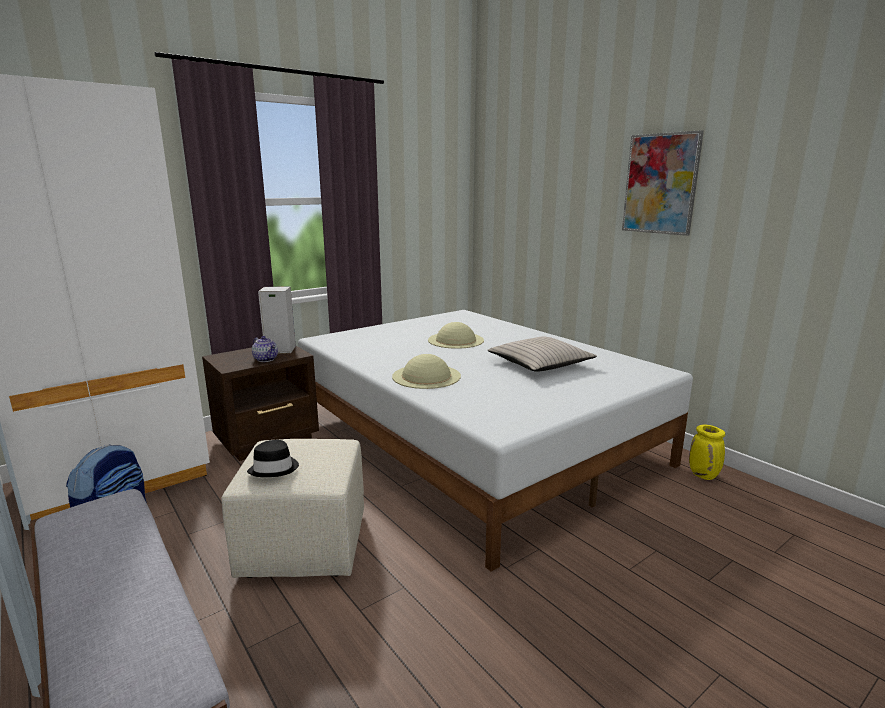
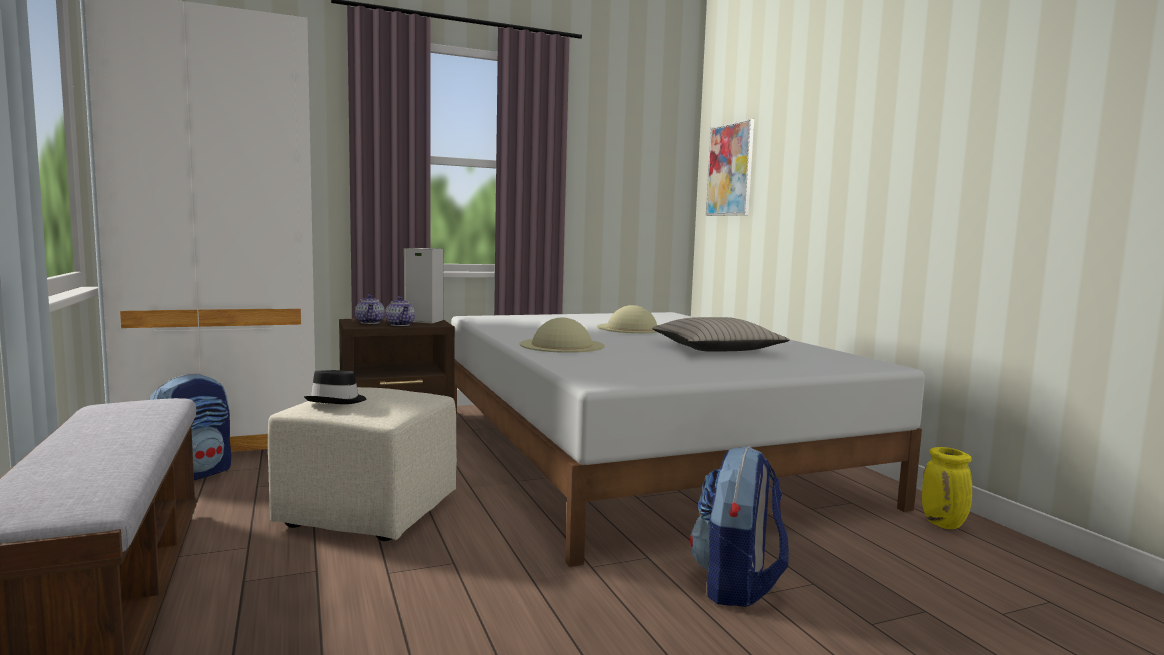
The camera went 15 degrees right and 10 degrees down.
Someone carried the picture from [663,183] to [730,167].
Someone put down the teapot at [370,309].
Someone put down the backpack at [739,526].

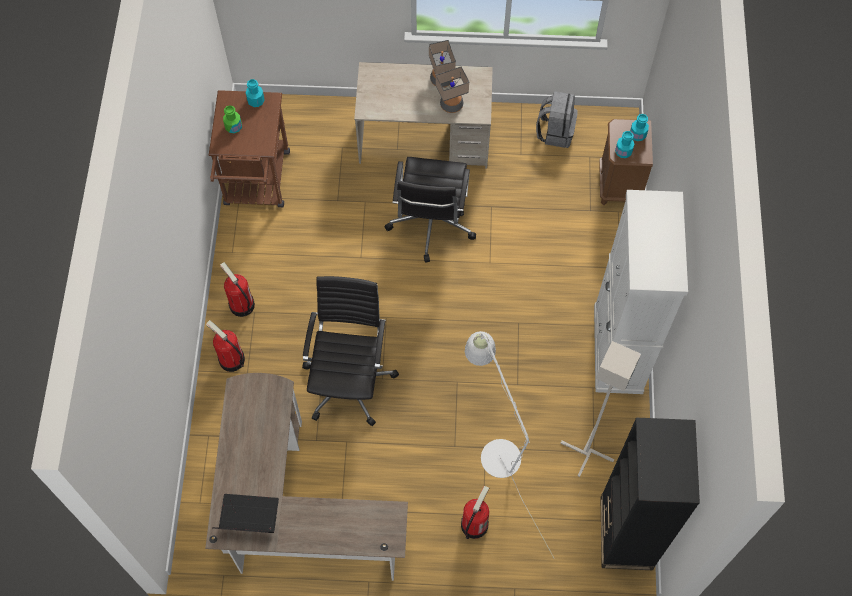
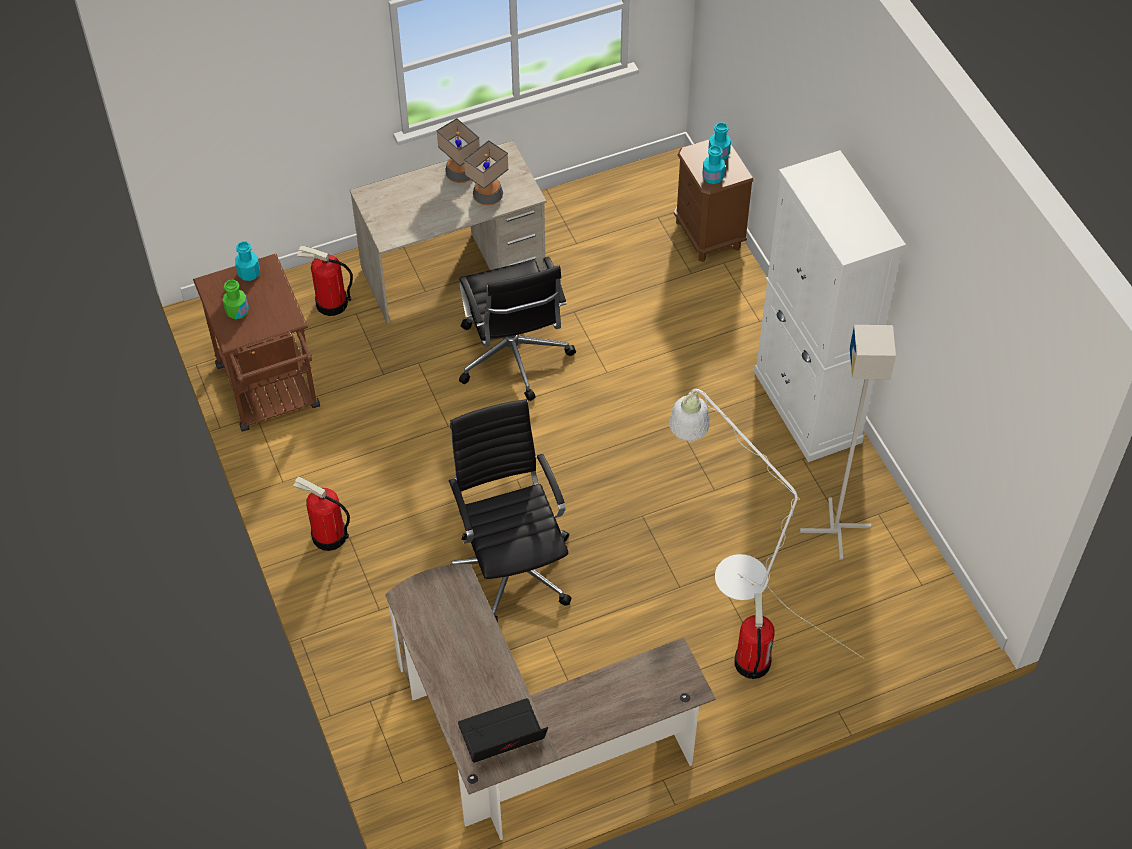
The camera went 25 degrees left and 10 degrees down.
Someone took away the grey backpack at [557,119].
Someone carried the fire extinguisher from [225,346] to [325,281].
Someone took away the black bookcase at [650,494].

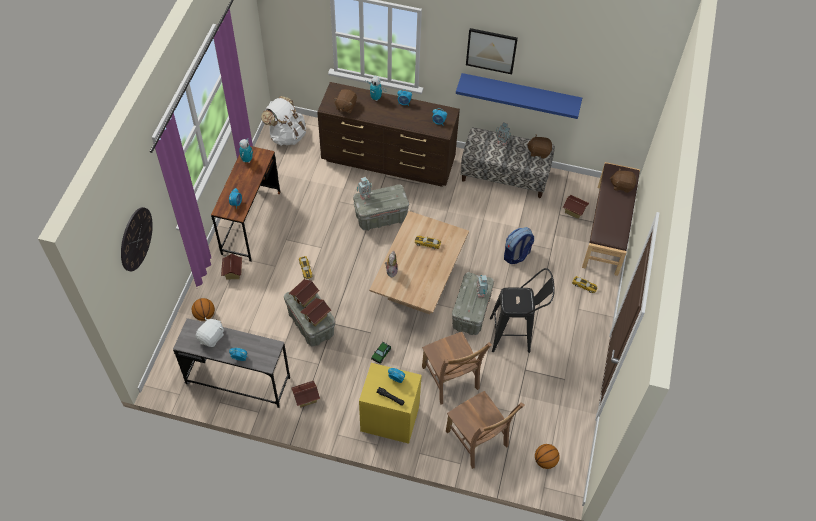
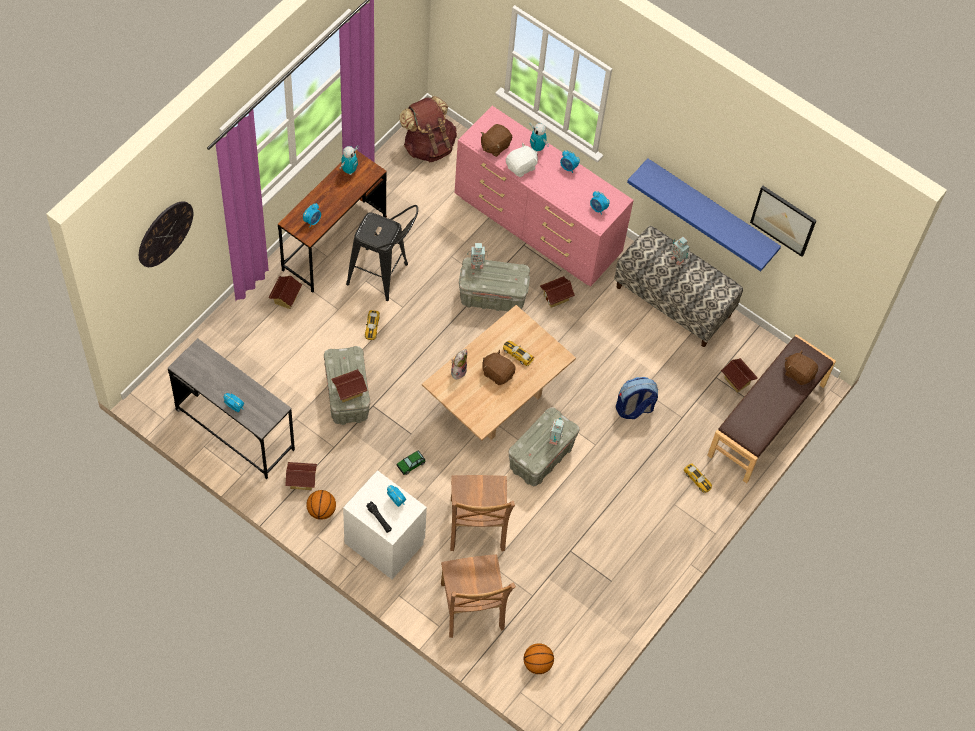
The camera went 20 degrees right and 5 degrees up.
Someone carried the picture from [492,51] to [783,221].
Someone repainted the brown dresser at [388,134], which became the pink dresser at [544,196].
Someone repainted the white backpack at [283,121], which became the brown backpack at [428,129].
Someone carried the brown plush toy from [539,147] to [499,367].
Someone carried the black stool from [522,310] to [382,253].
Someone carried the toy house from [304,293] to [557,292].
Someone carried the basketball from [203,309] to [321,505].
Someone carried the white plush toy from [210,332] to [522,160].
Someone repainted the yellow nightstand at [390,403], which became the white nightstand at [385,524].

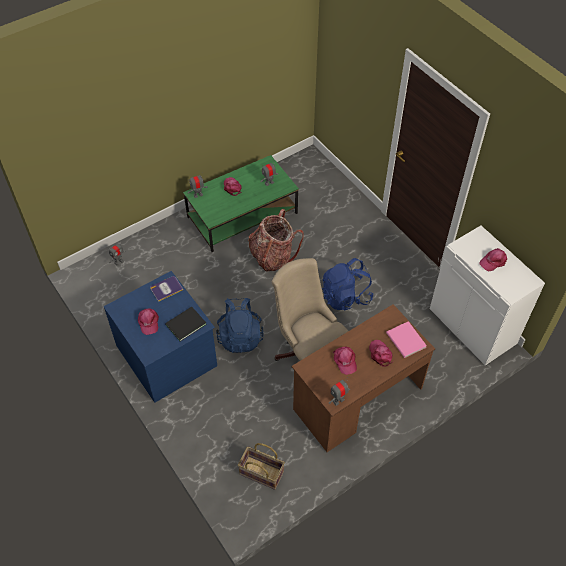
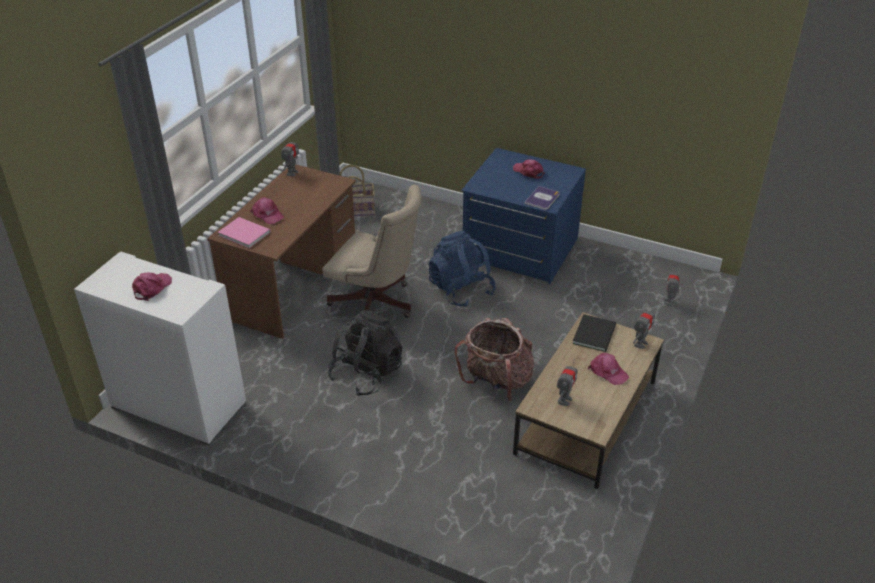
The camera went 150 degrees right and 15 degrees down.
Someone repainted the green coffee table at [241,203], which became the brown coffee table at [588,400].
Someone repainted the blue backpack at [347,284], which became the black backpack at [365,353].
Someone carried the black book from [186,324] to [594,333].
Someone took away the pink cap at [345,360].

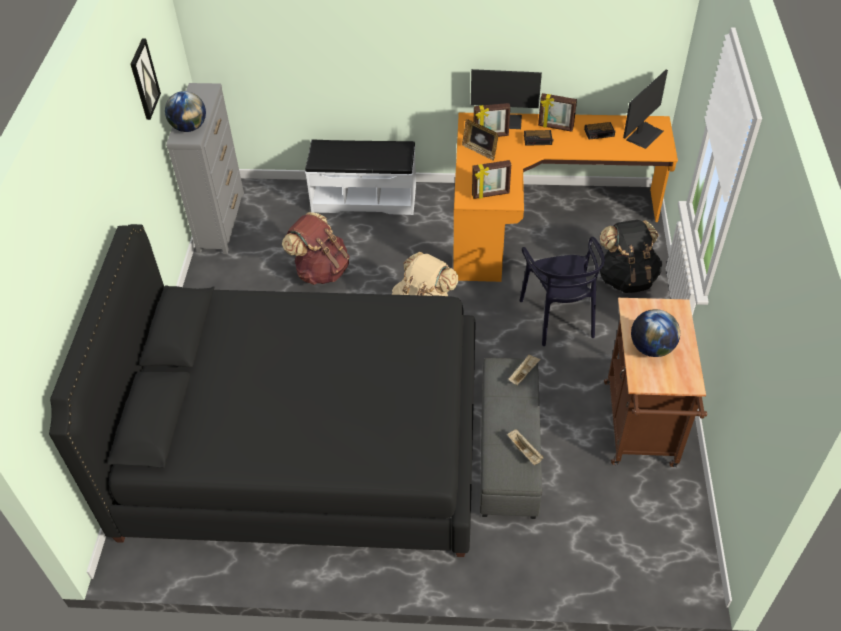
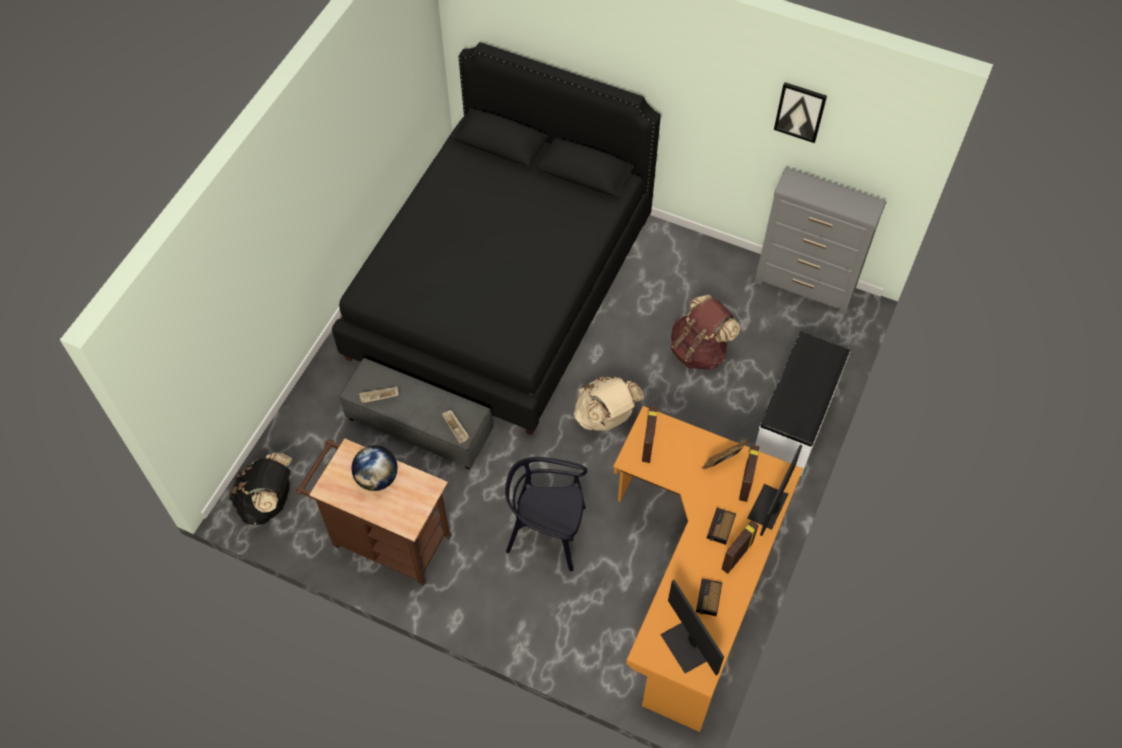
The camera went 110 degrees right and 10 degrees up.
Someone took away the globe at [185,111].
Someone carried the black backpack from [631,256] to [260,488].

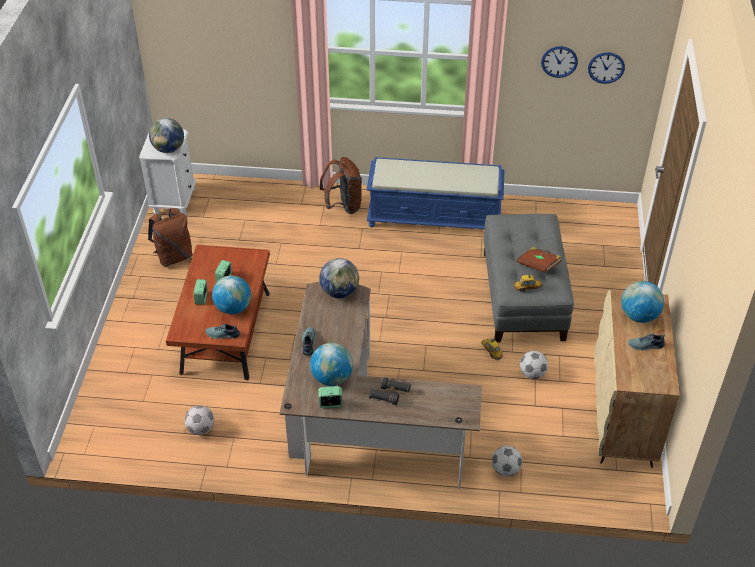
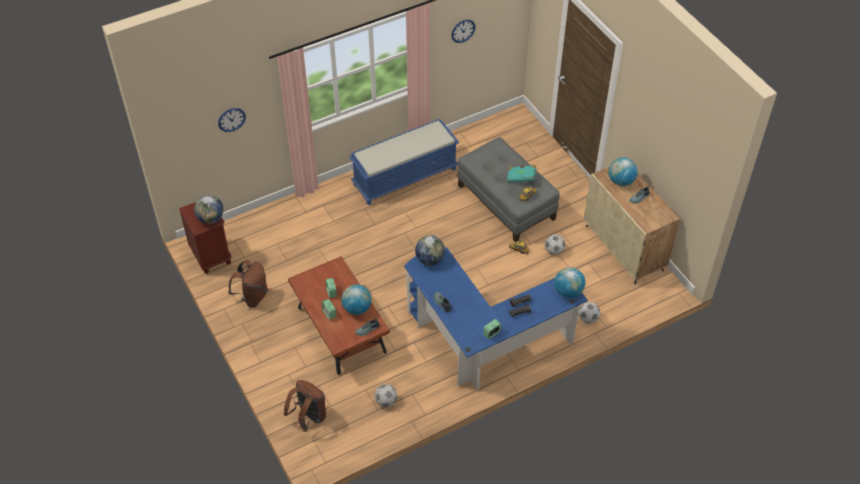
The camera went 35 degrees left and 5 degrees up.
Someone carried the wall clock from [606,68] to [232,120].
Someone repainted the white nightstand at [167,172], which became the brown nightstand at [205,238].
Someone carried the brown backpack from [340,185] to [305,406].
Someone repainted the brown book at [539,260], which became the turquoise book at [522,174].
Someone repainted the brown desk at [381,385], which became the blue desk at [496,319].
Someone carried the globe from [331,364] to [569,282].

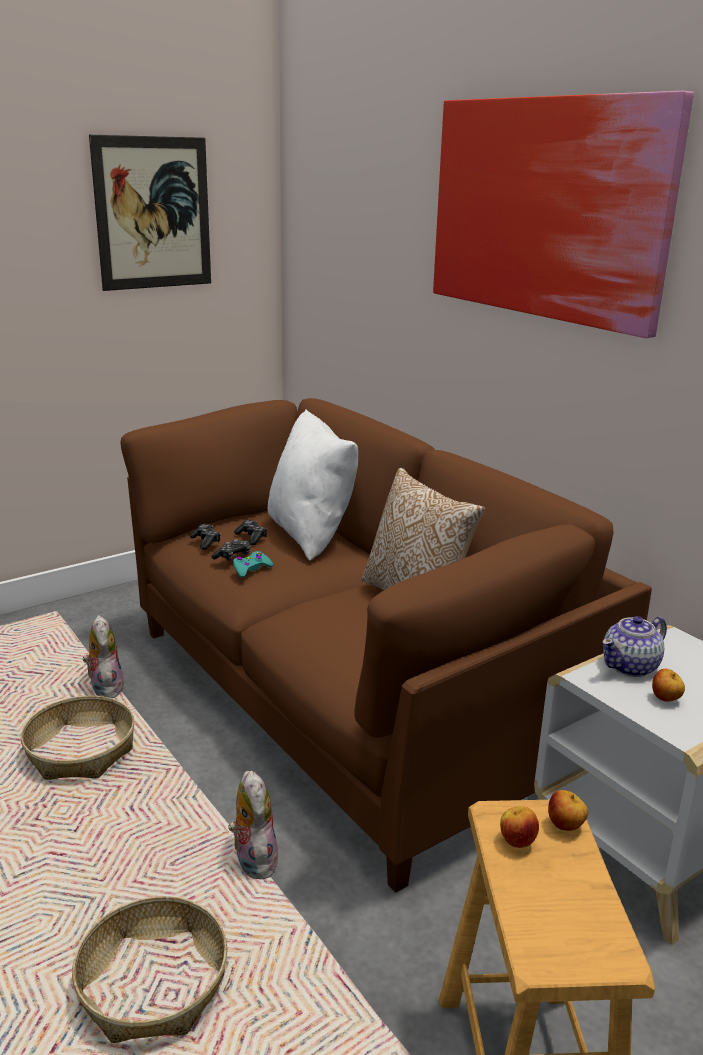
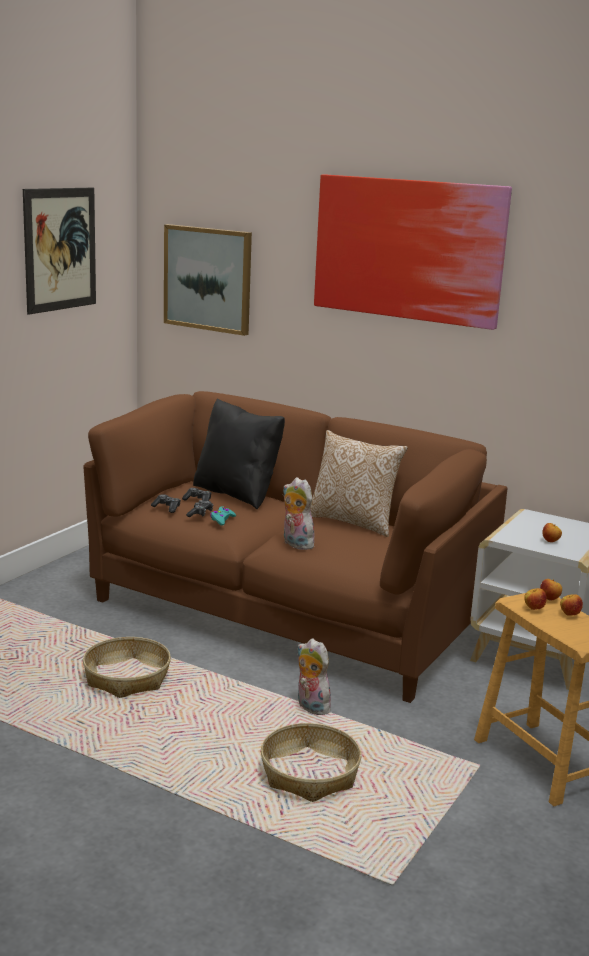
The camera went 25 degrees left and 5 degrees down.
Someone repainted the white pillow at [313,485], which became the black pillow at [239,454].
Someone carried the plush toy from [103,656] to [298,513].
Someone took away the teapot at [634,646].
Someone put up the picture at [208,280].
Someone put down the apple at [571,605].

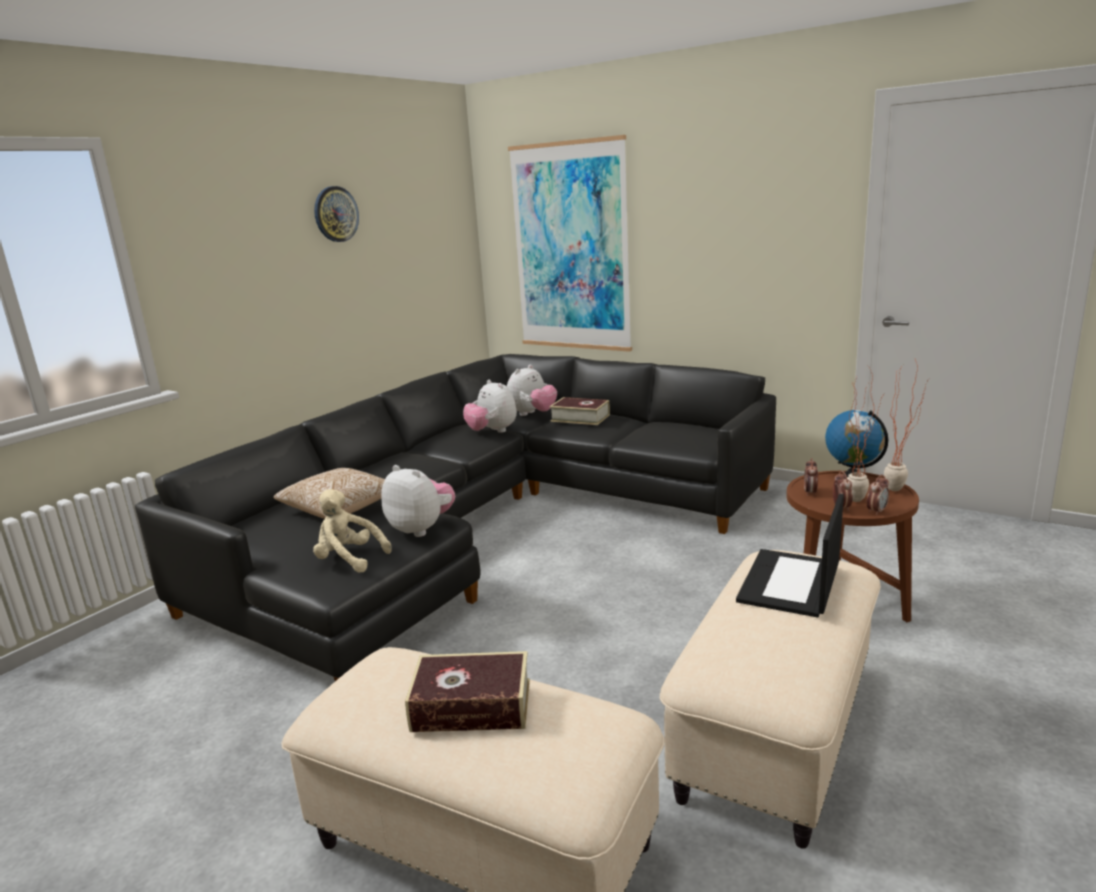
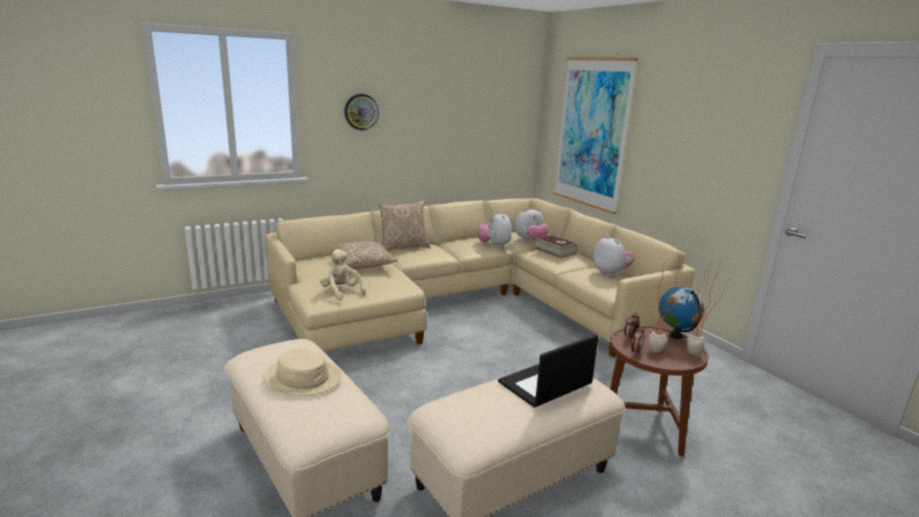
The camera went 25 degrees right and 0 degrees up.
Someone carried the wall clock from [336,214] to [361,112].
Someone repainted the black sofa at [455,517], which became the beige sofa at [480,277].
Someone carried the plush toy from [418,501] to [614,256].
Someone took away the alarm clock at [878,494].
Someone swapped the book at [467,691] for the beige hat at [302,372].
Someone put down the pillow at [404,225].

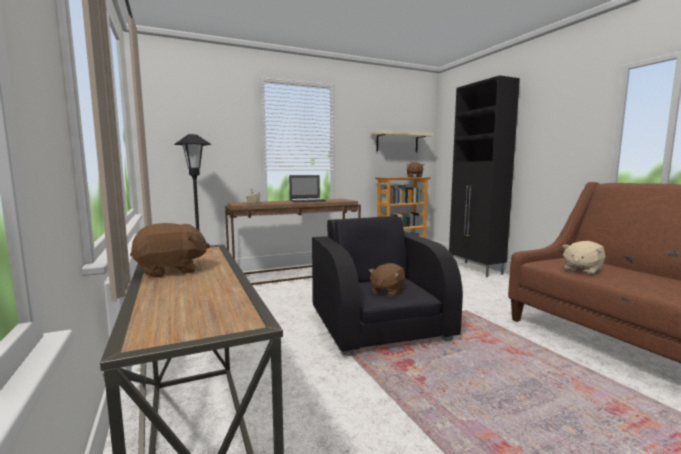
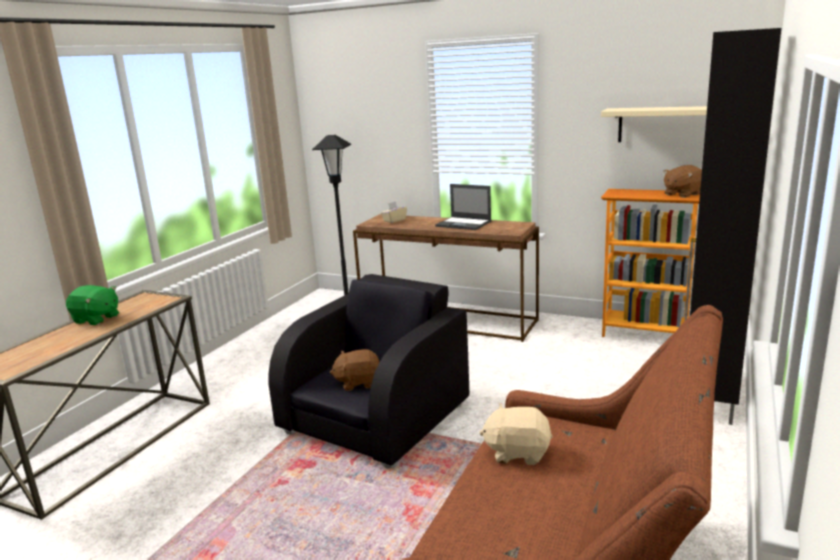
The camera went 50 degrees right and 10 degrees up.
Someone repainted the brown plush toy at [170,250], which became the green plush toy at [92,305].

